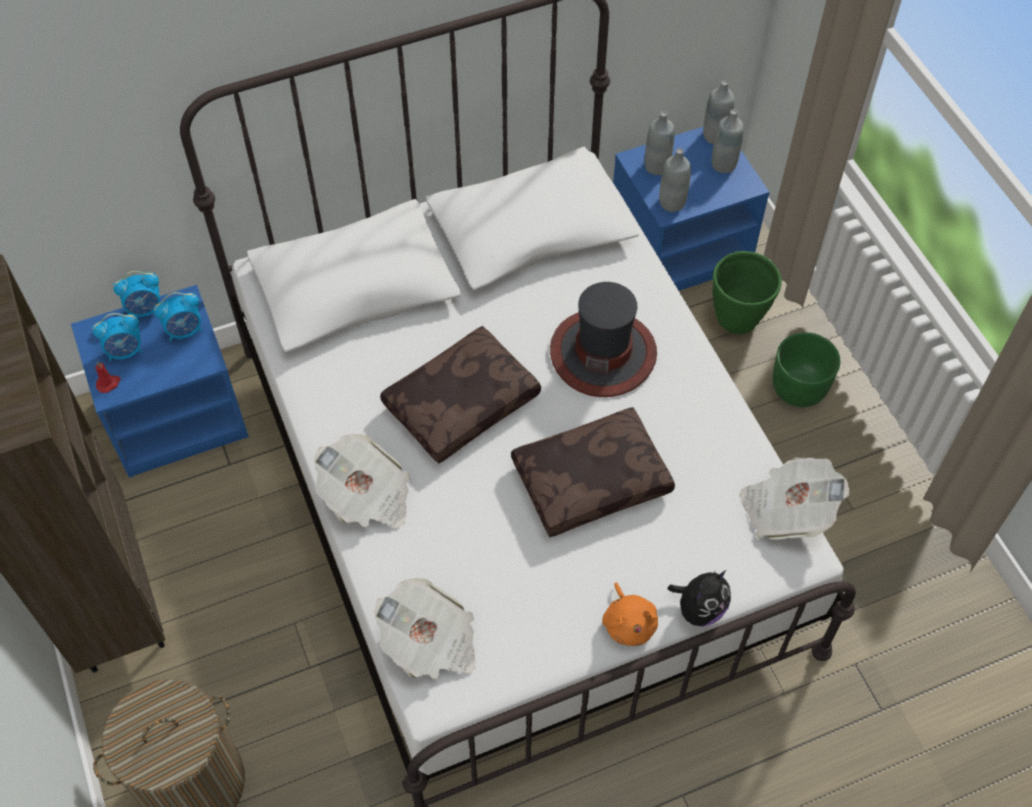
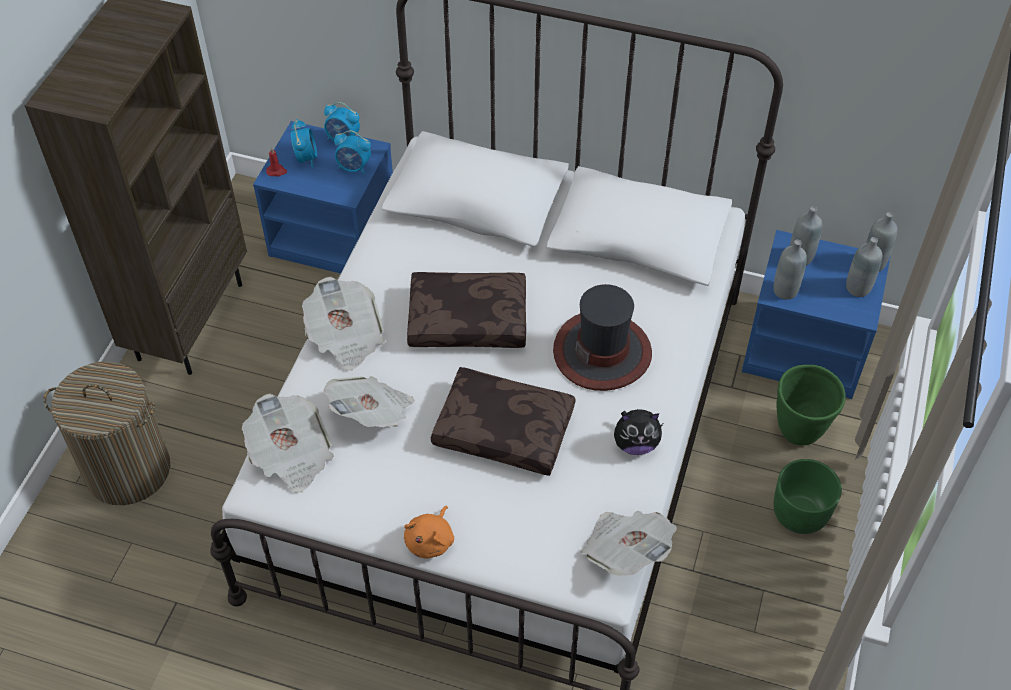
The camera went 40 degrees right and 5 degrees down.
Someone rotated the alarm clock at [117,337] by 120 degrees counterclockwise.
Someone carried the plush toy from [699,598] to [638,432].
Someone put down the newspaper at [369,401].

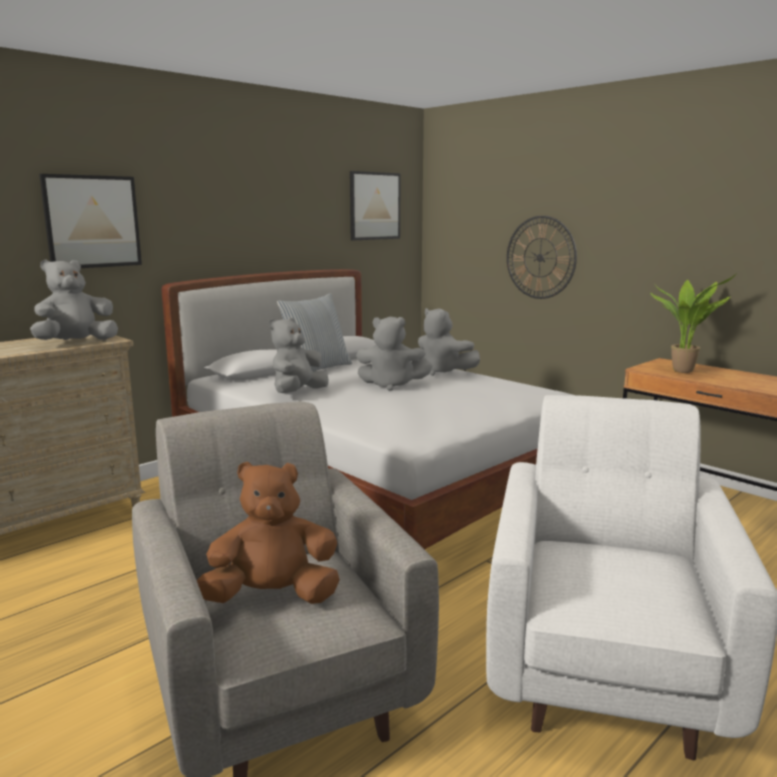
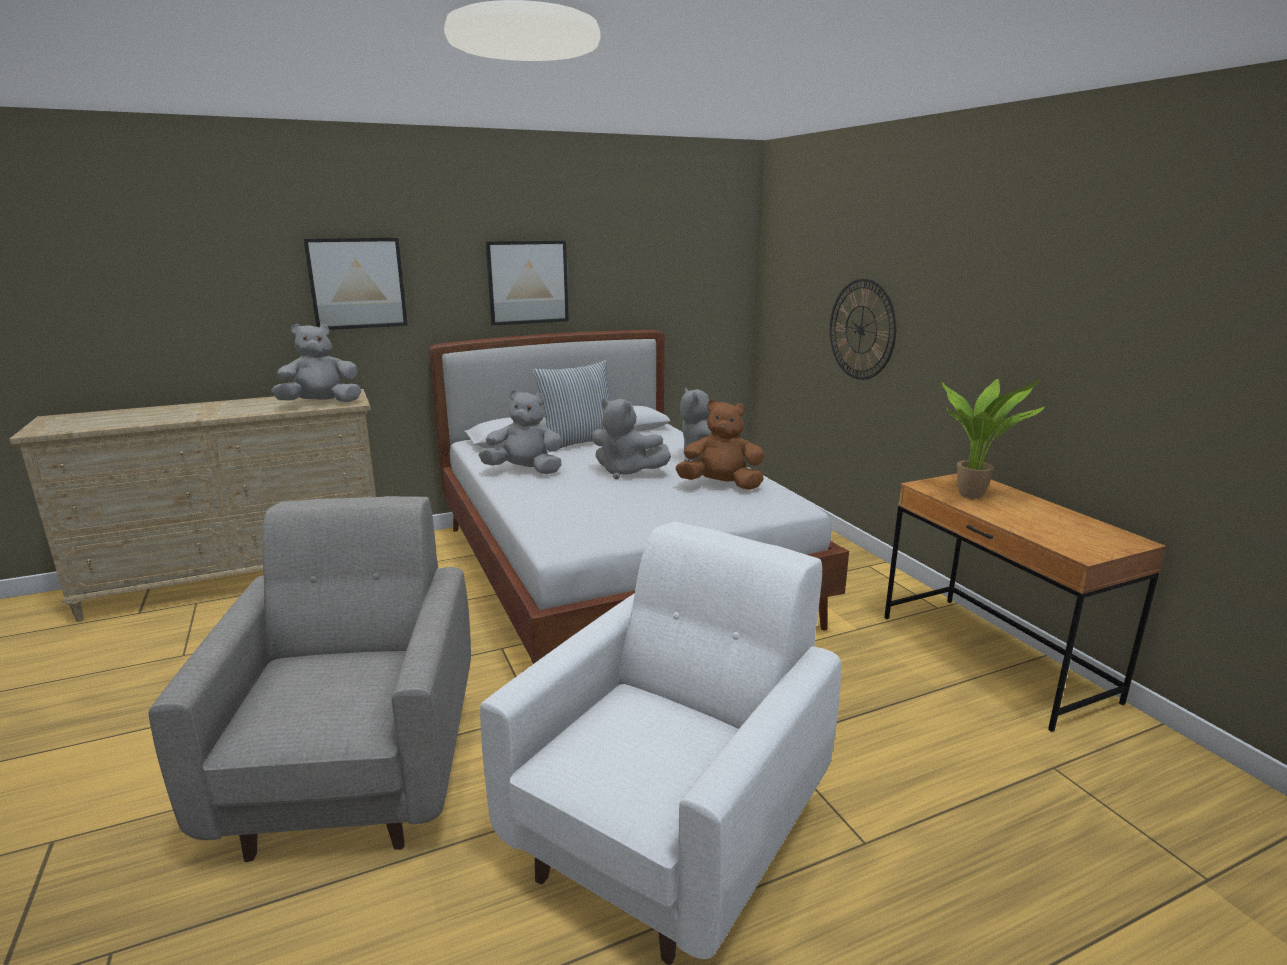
The camera went 20 degrees right and 5 degrees up.
Someone carried the picture from [375,205] to [527,283].
Someone rotated the grey plush toy at [299,355] by 45 degrees clockwise.
Someone carried the brown plush toy from [268,533] to [720,445].

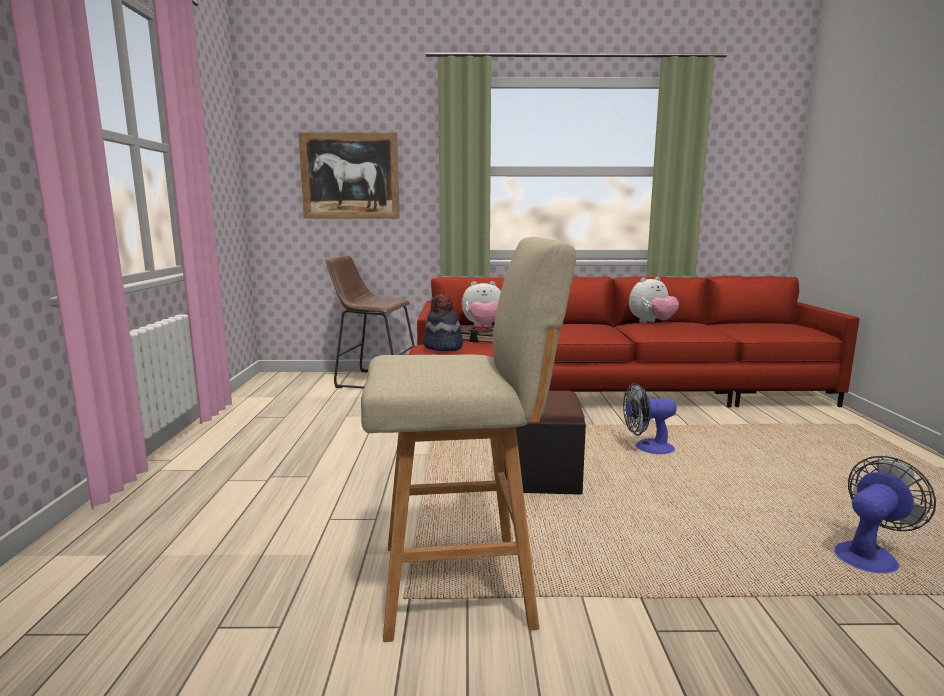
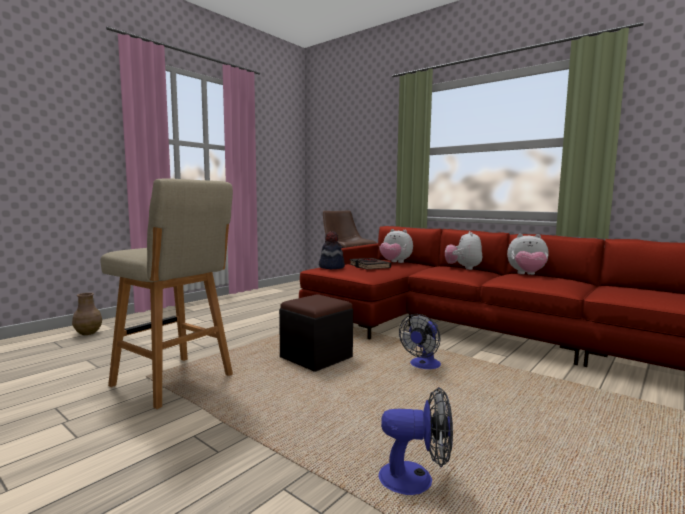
The camera went 40 degrees right and 5 degrees down.
Someone took away the picture at [349,175].
Someone rotated the fan at [650,418] by 90 degrees counterclockwise.
Someone put down the plush toy at [463,250].
Someone put down the brown vase at [87,314].

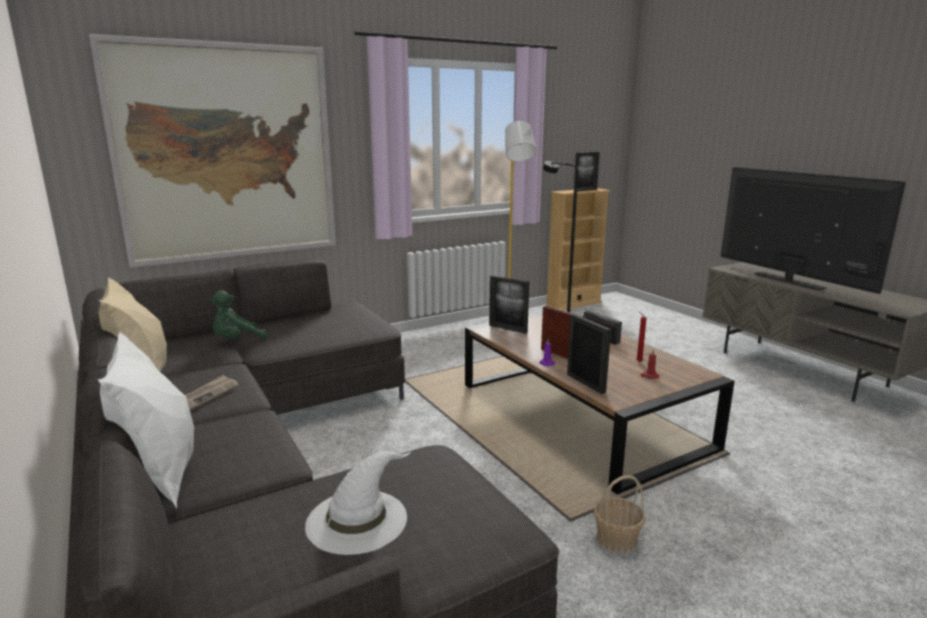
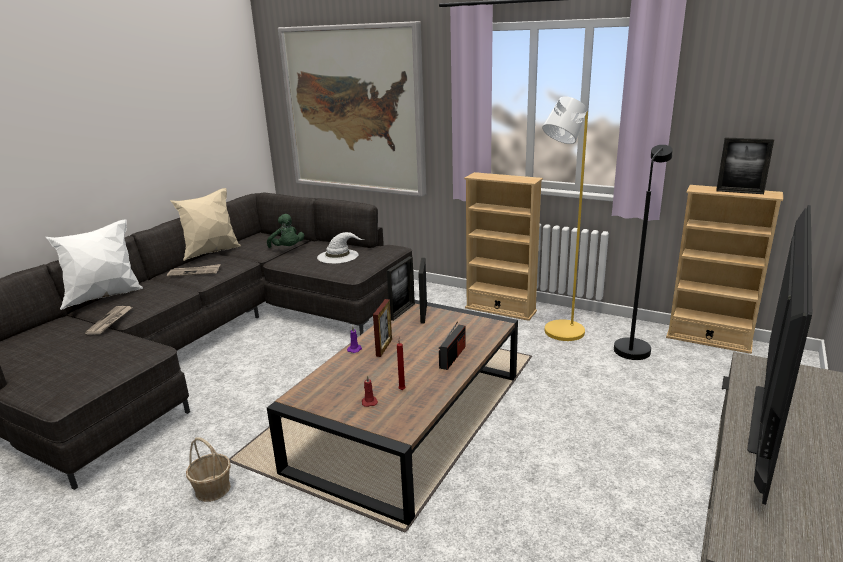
The camera went 60 degrees right and 5 degrees up.
Someone rotated the green plush toy at [238,315] by 150 degrees counterclockwise.
Someone carried the picture frame from [589,354] to [401,289].
Someone carried the white hat from [358,503] to [340,248].
Someone put down the beige bookcase at [503,246].
Someone put down the newspaper at [109,320].

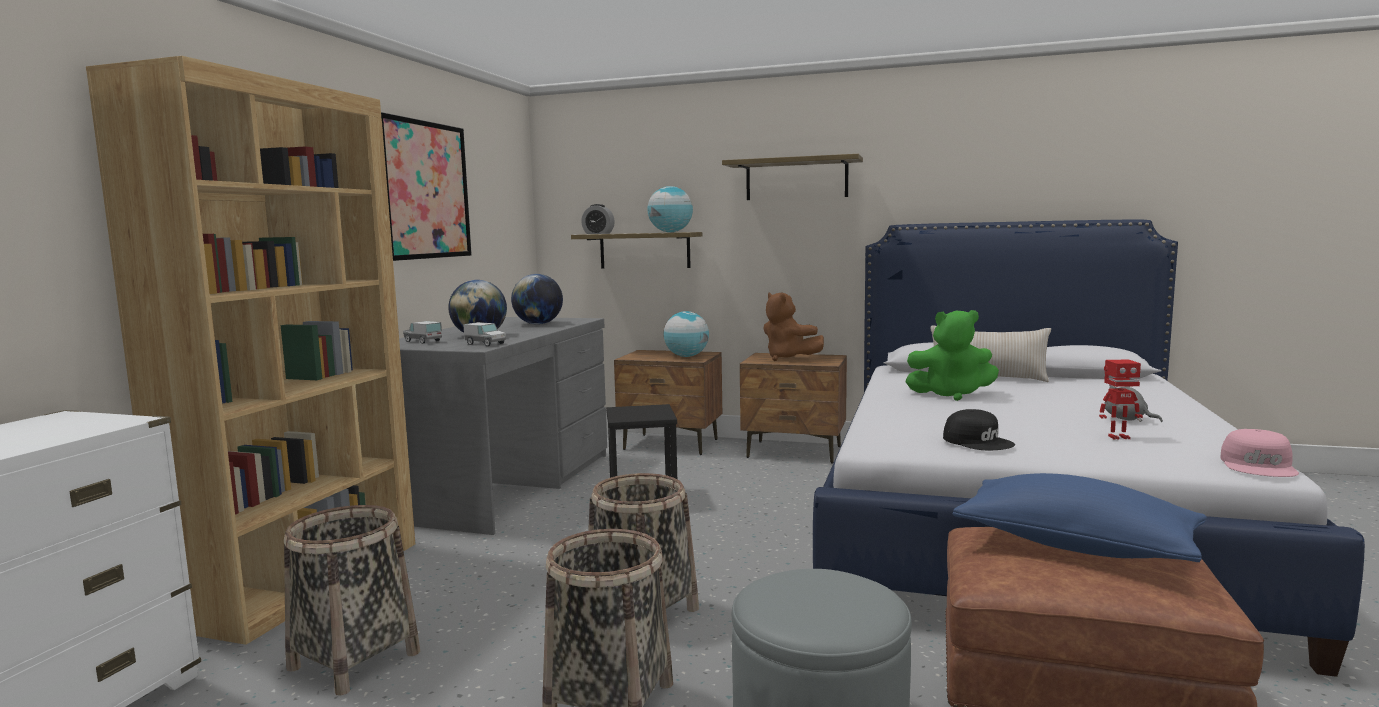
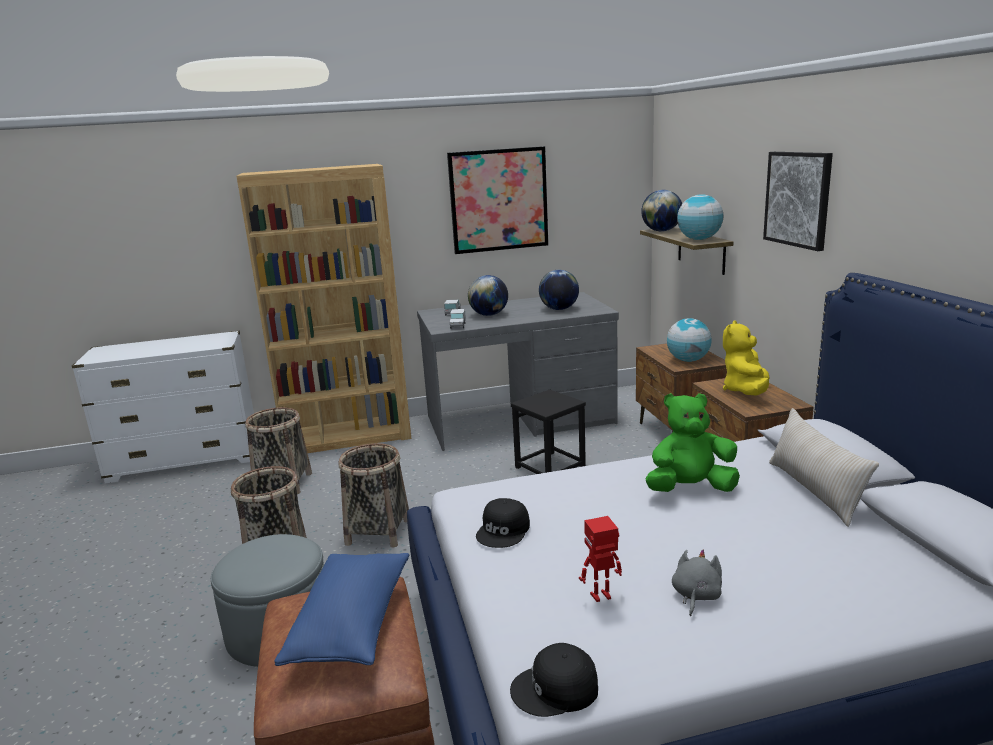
The camera went 60 degrees right and 10 degrees up.
Someone swapped the shelf at [792,177] for the picture at [798,201].
Someone swapped the alarm clock at [598,219] for the globe at [661,210].
Someone repainted the brown plush toy at [793,326], which became the yellow plush toy at [746,358].
Someone rotated the green plush toy at [952,355] by 105 degrees clockwise.
Someone rotated the toy robot at [1121,399] by 105 degrees clockwise.
Someone repainted the pink cap at [1260,453], which became the black cap at [554,680].

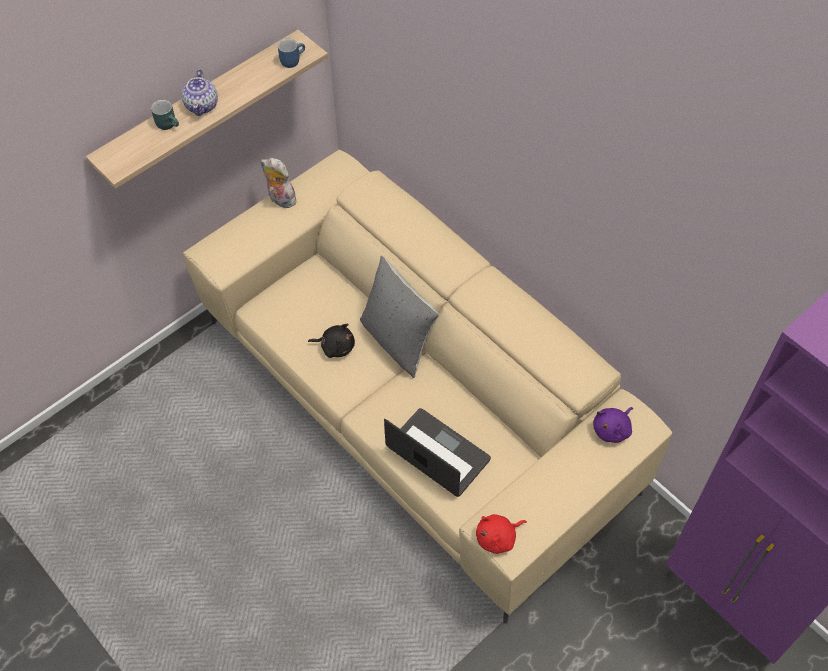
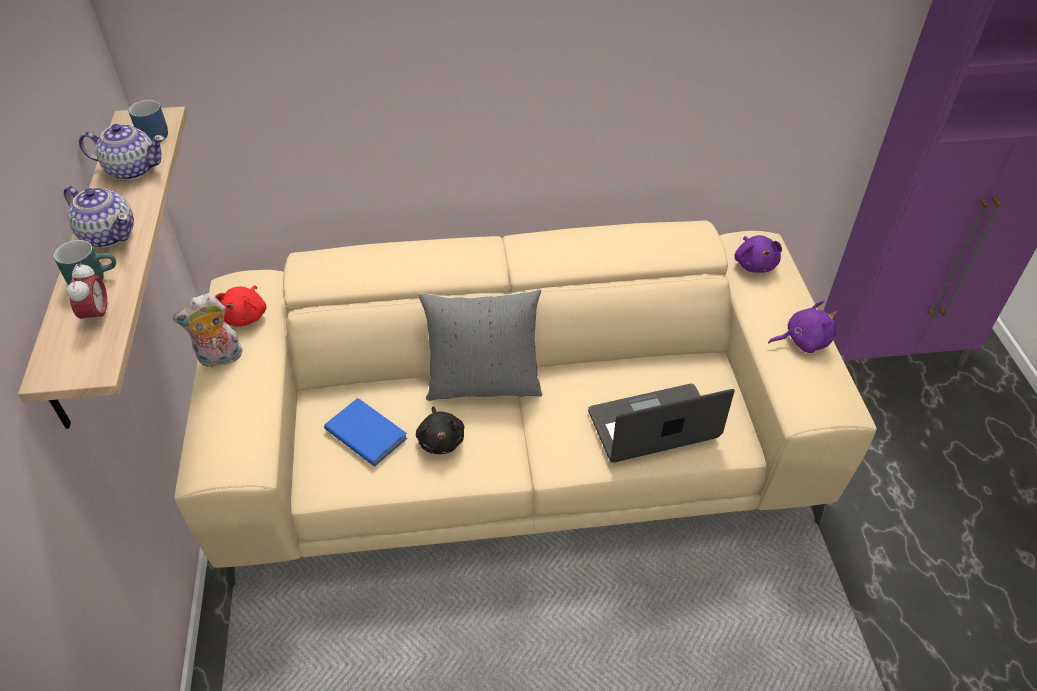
The camera went 55 degrees left and 10 degrees down.
Someone rotated the black plush toy at [331,341] by 120 degrees clockwise.
Someone carried the red plush toy from [501,534] to [240,306].
Someone put down the teapot at [121,152].
Someone put down the alarm clock at [87,294].
Someone put down the purple plush toy at [803,327].
Someone put down the blue book at [365,432].

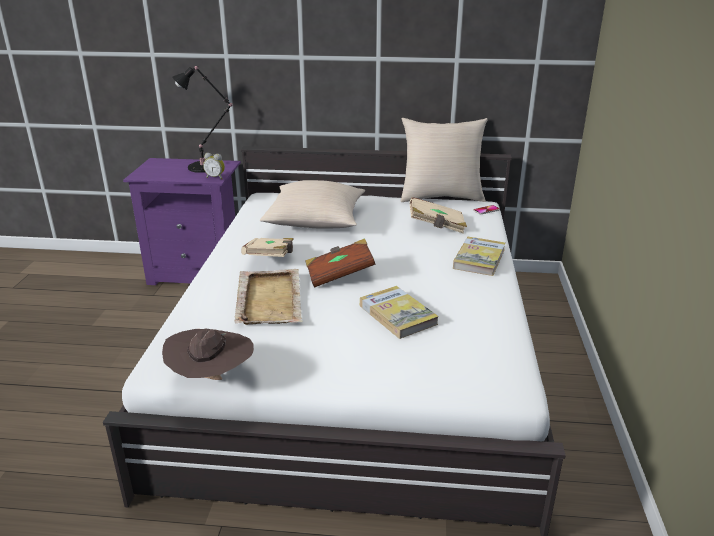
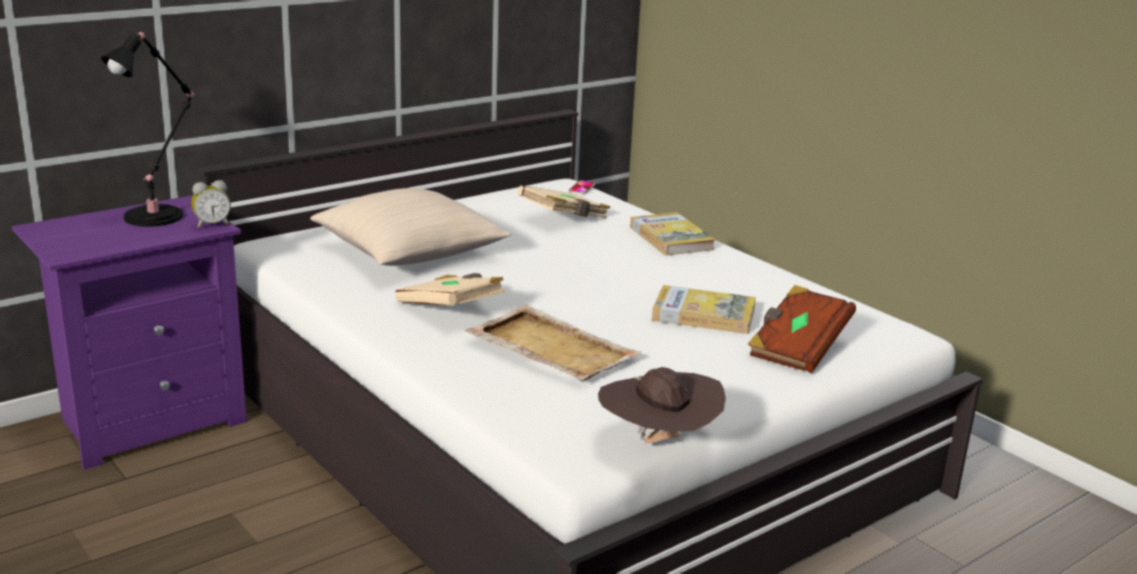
The camera went 45 degrees left and 5 degrees down.
Someone took away the beige pillow at [444,160].
Someone carried the brown book from [340,263] to [802,329].

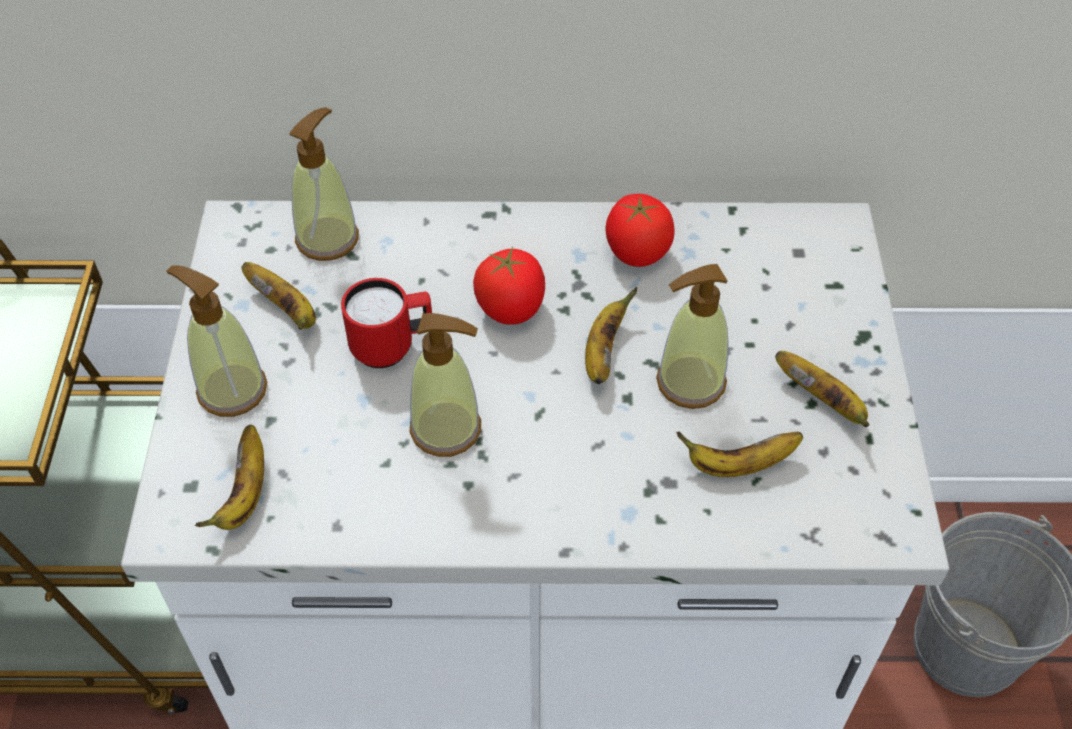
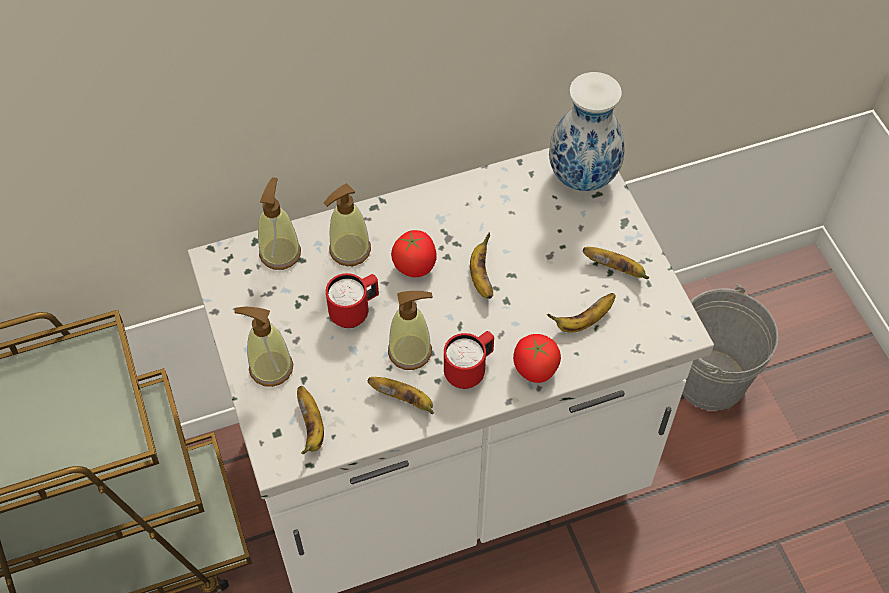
The camera went 20 degrees left and 5 degrees up.
Someone carried the tomato from [640,230] to [537,358].
Someone carried the banana from [278,296] to [401,395].
Someone carried the soap dispenser from [692,336] to [347,224].
Someone put down the vase at [587,131].
Someone put down the red mug at [469,360].

